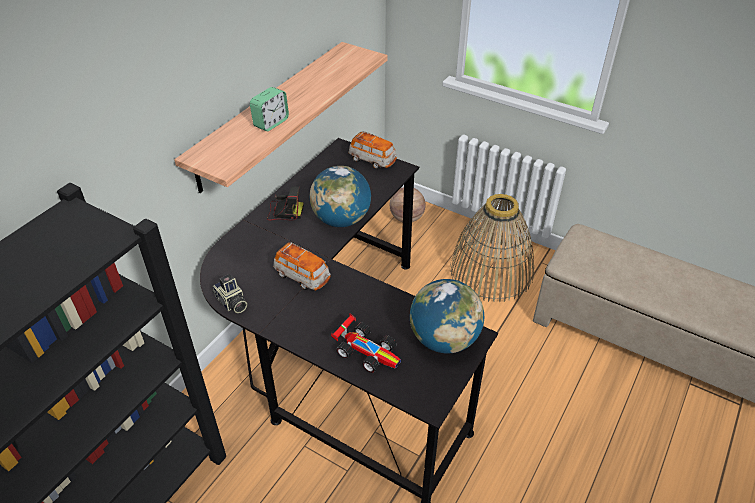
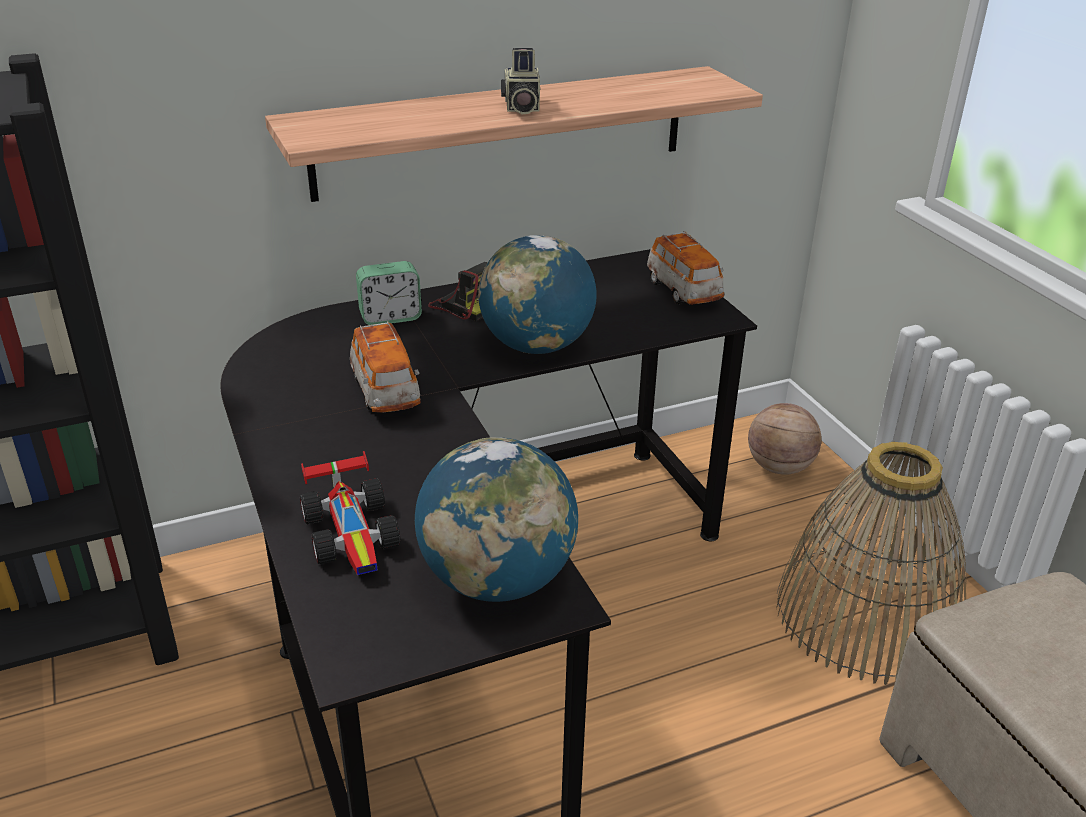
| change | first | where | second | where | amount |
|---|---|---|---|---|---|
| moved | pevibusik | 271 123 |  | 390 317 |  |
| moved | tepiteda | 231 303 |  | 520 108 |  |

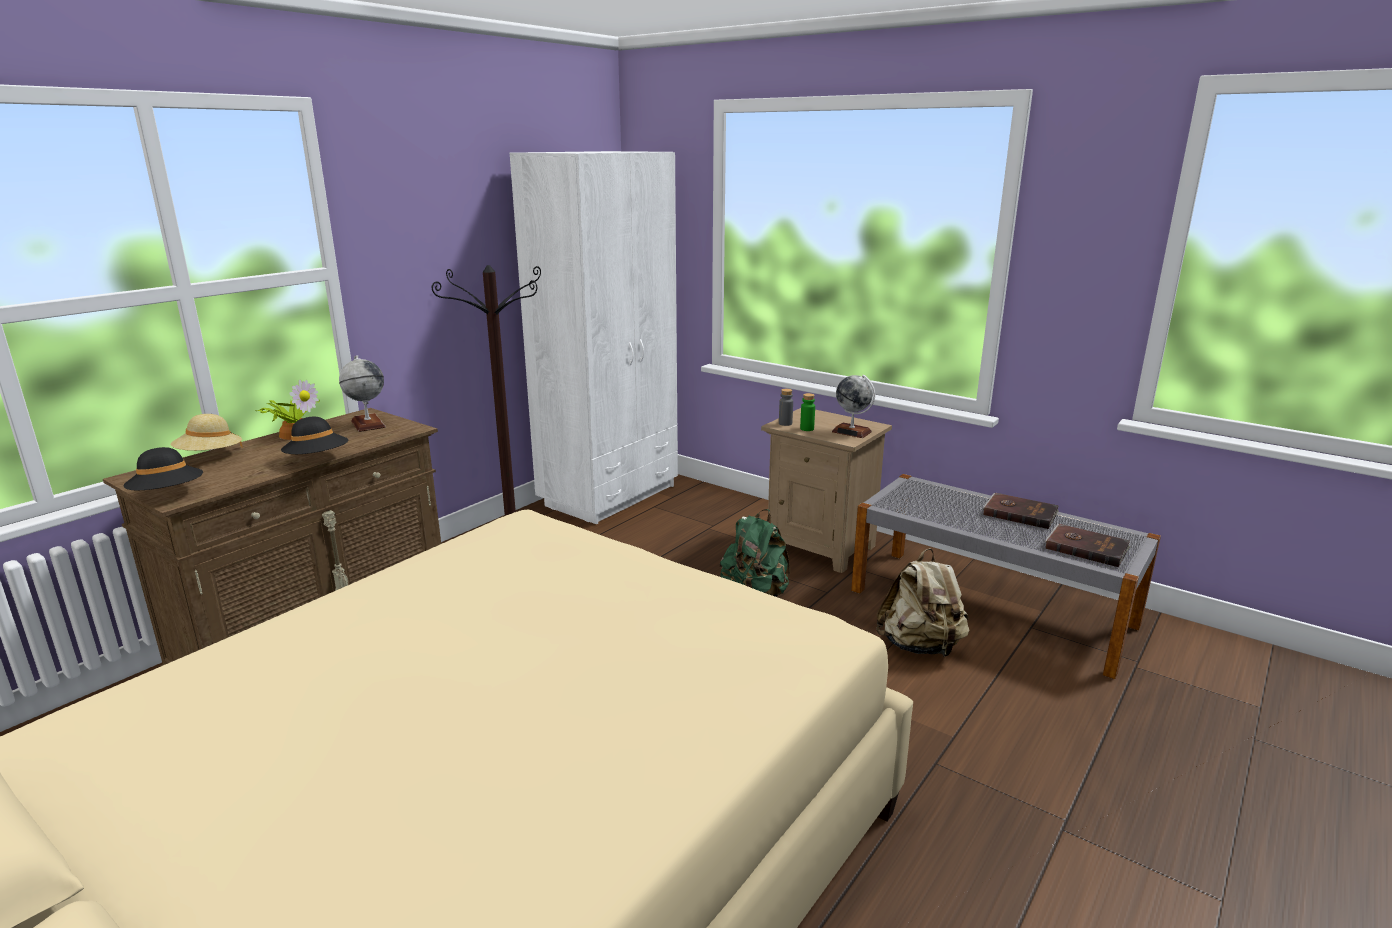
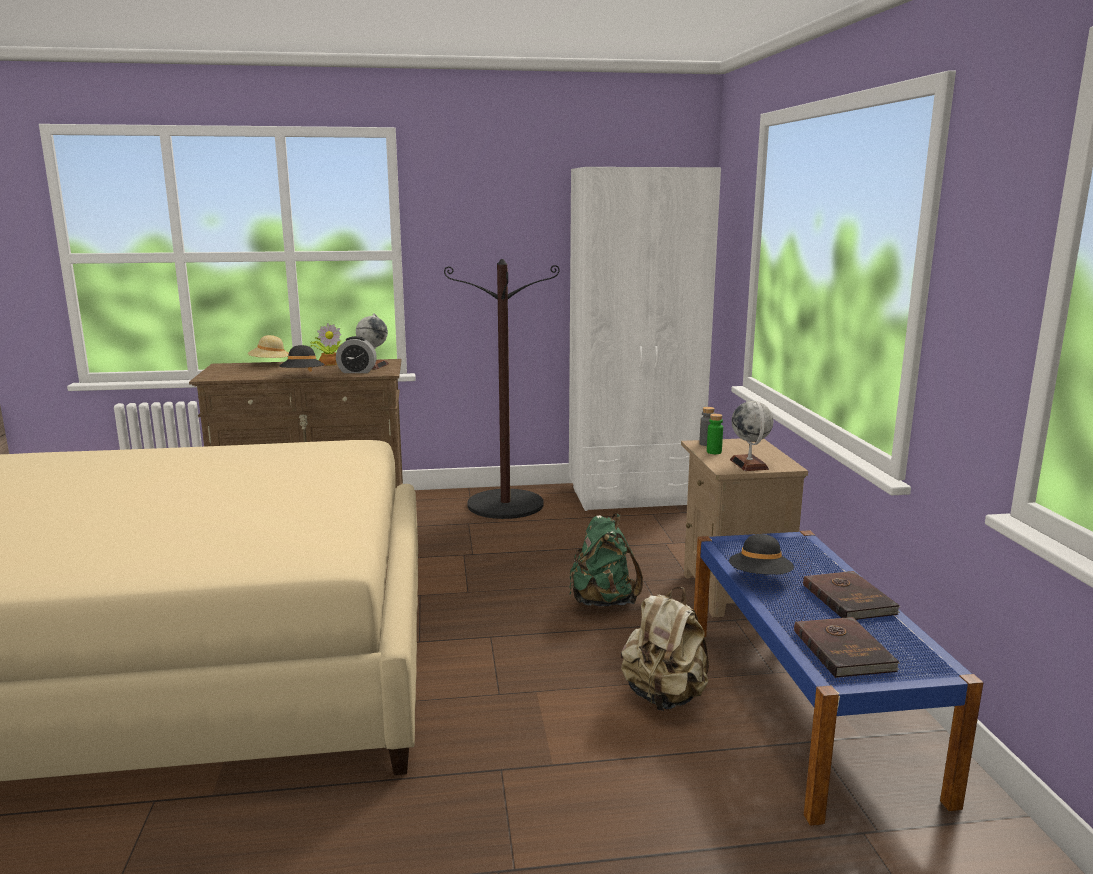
| change | first | where | second | where | amount |
|---|---|---|---|---|---|
| moved | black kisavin | 168 495 |  | 760 578 |  |
| recoloured | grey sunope | 991 607 | blue sunope | 806 706 |  |
| added |  |  | pevibusik | 357 371 |  |

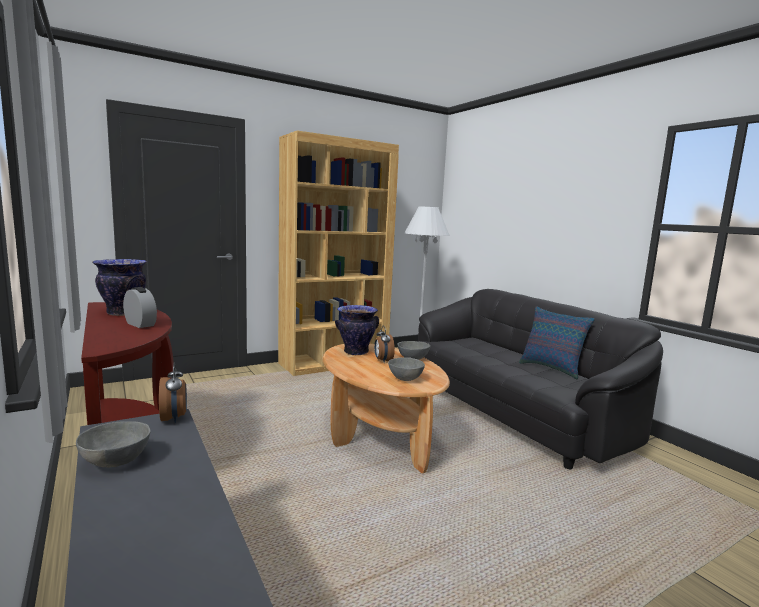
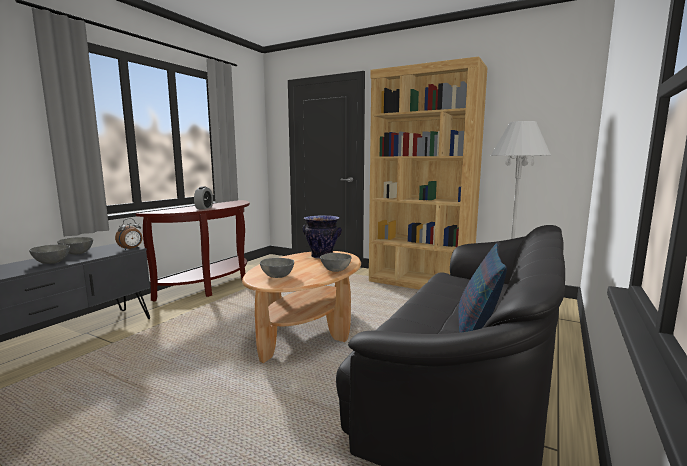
| change | first | where | second | where | amount |
|---|---|---|---|---|---|
| removed | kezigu | 122 313 |  |  |  |
| removed | pevibusik | 383 361 |  |  |  |
| added |  |  | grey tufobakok | 51 262 |  |

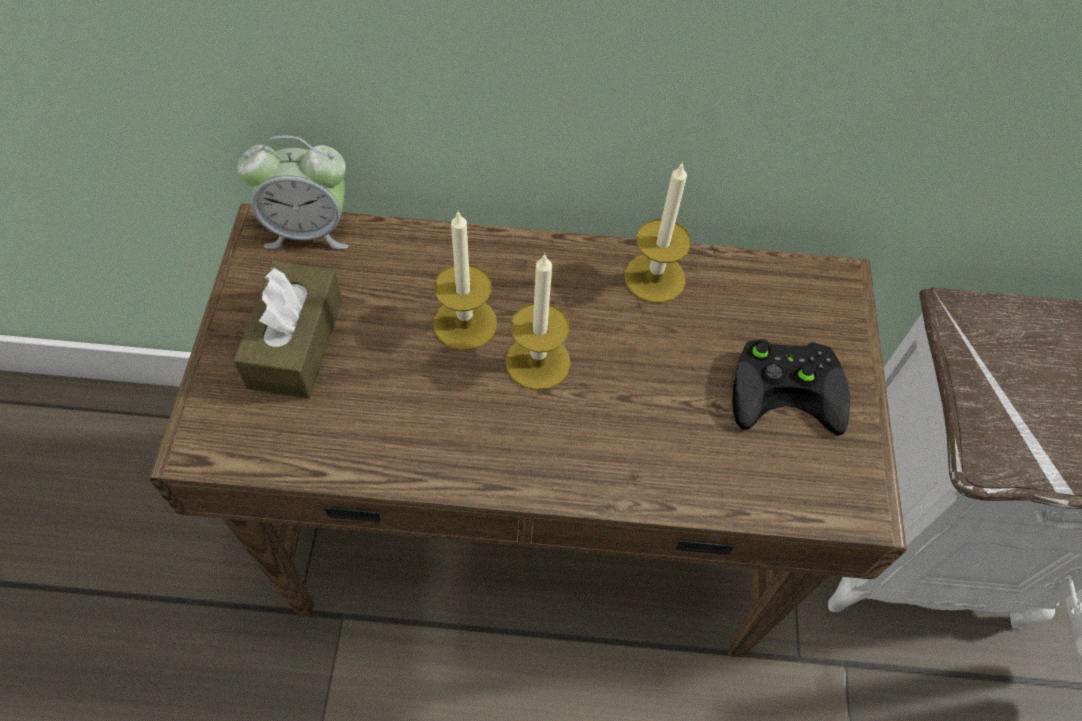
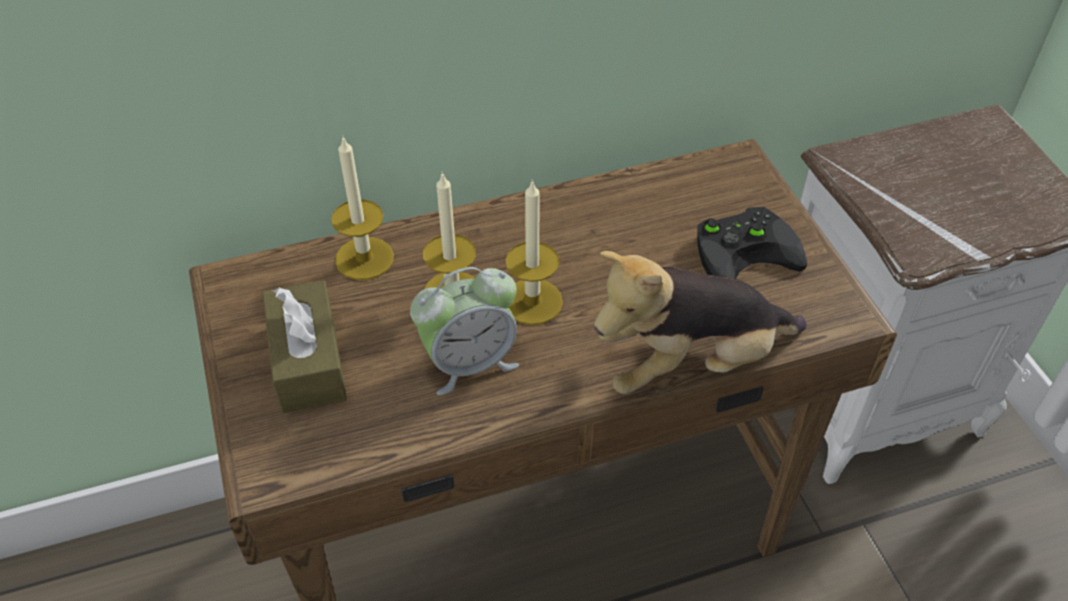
| change | first | where | second | where | amount |
|---|---|---|---|---|---|
| moved | pevibusik | 308 229 |  | 469 362 |  |
| moved | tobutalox | 654 278 |  | 364 258 |  |
| added |  |  | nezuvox | 690 363 |  |

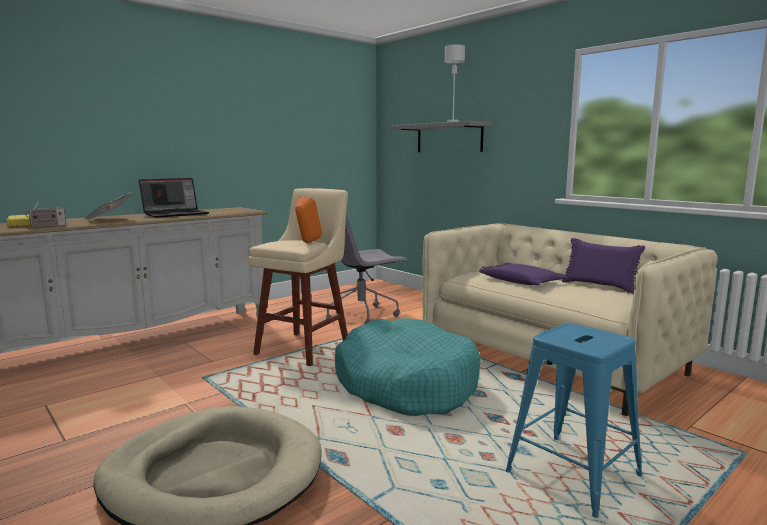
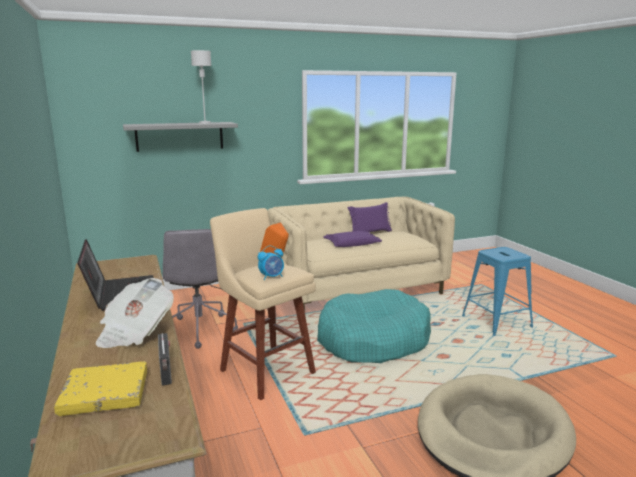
| change | first | where | second | where | amount |
|---|---|---|---|---|---|
| added |  |  | pevibusik | 272 277 |  |

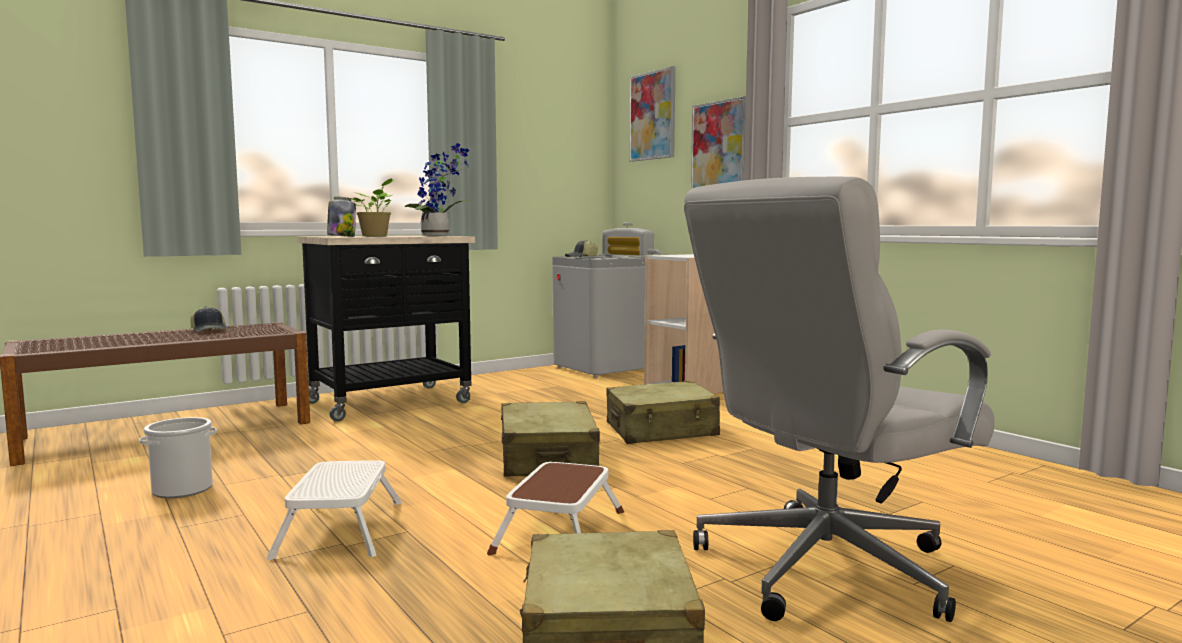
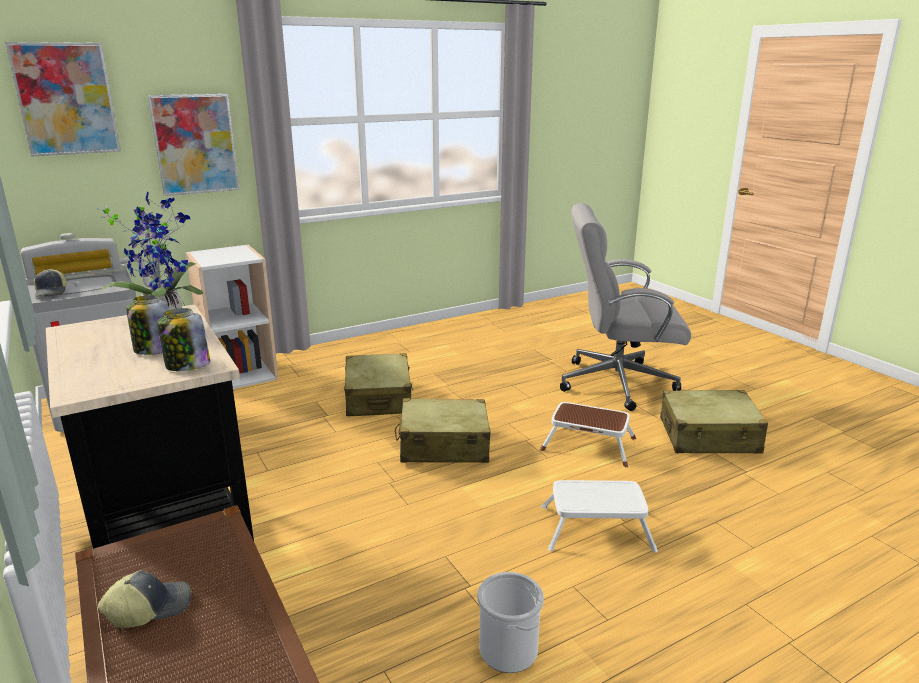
| change | first | where | second | where | amount |
|---|---|---|---|---|---|
| turned | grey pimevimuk | 826 566 |  | 617 382 | 120 degrees clockwise |
| replaced | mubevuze | 376 236 | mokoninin | 153 350 |  |

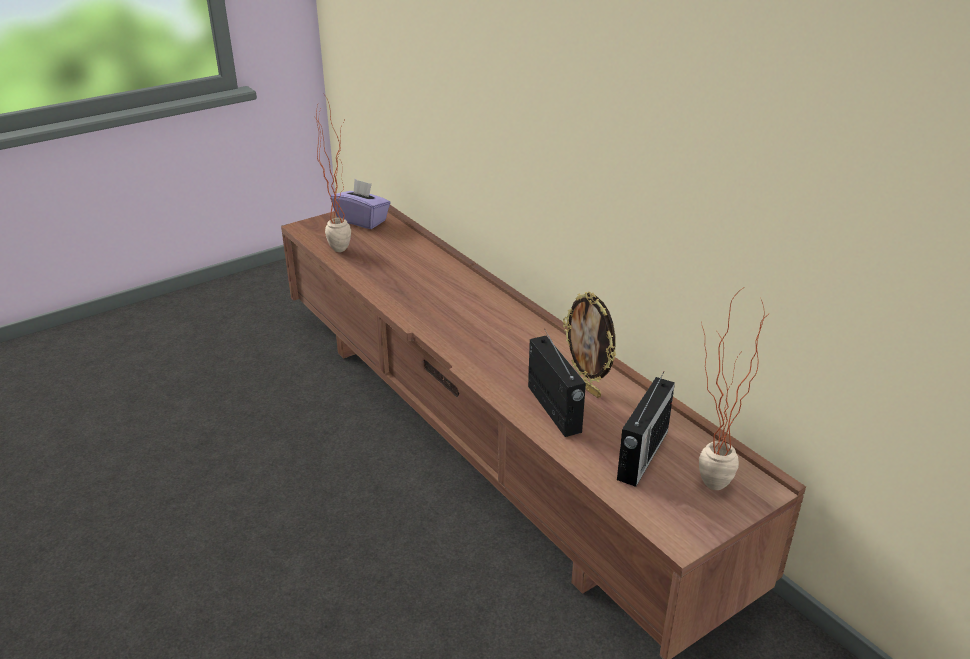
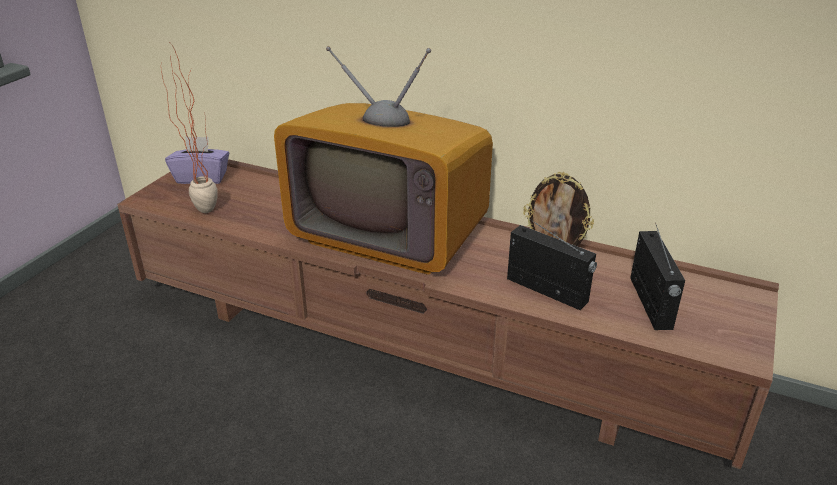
| change | first | where | second | where | amount |
|---|---|---|---|---|---|
| removed | mubevuze | 703 487 |  |  |  |
| added |  |  | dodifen | 389 235 |  |

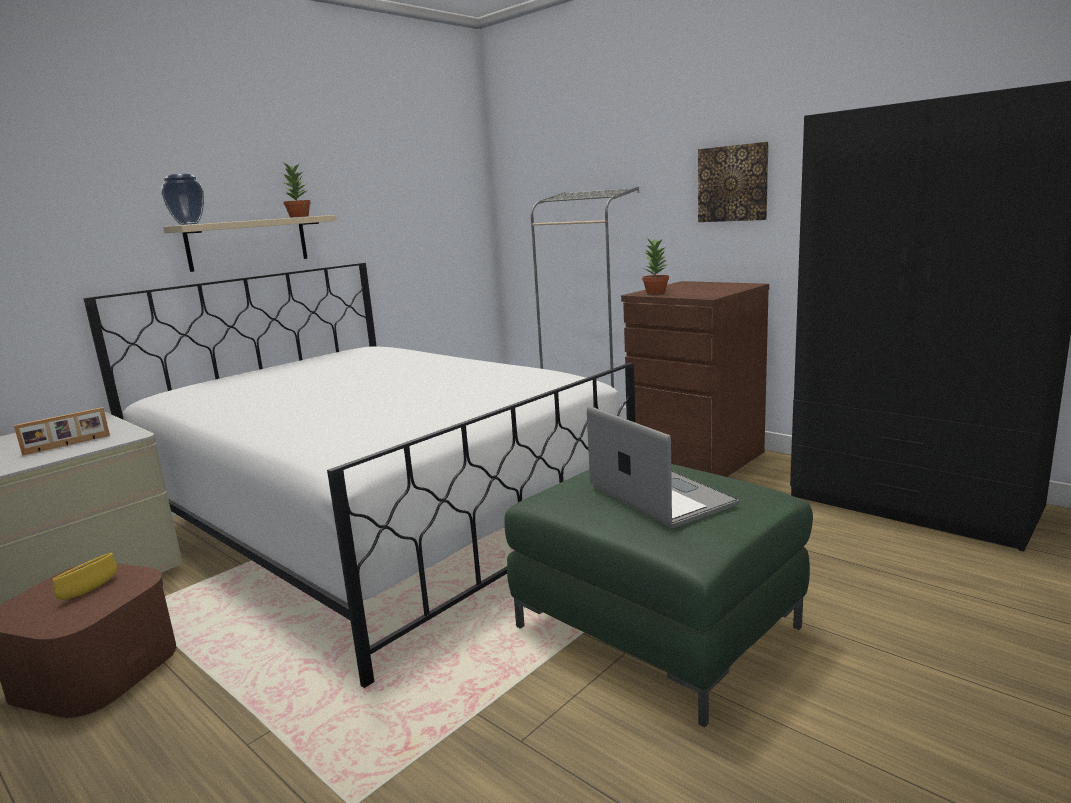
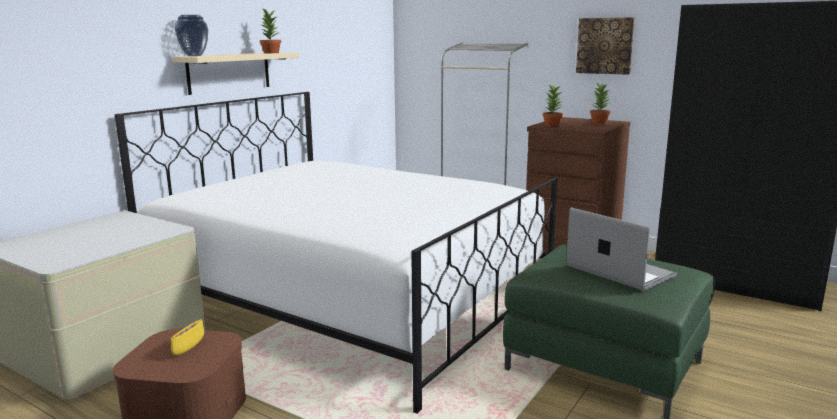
| change | first | where | second | where | amount |
|---|---|---|---|---|---|
| removed | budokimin | 67 445 |  |  |  |
| added |  |  | mubevuze | 599 122 |  |

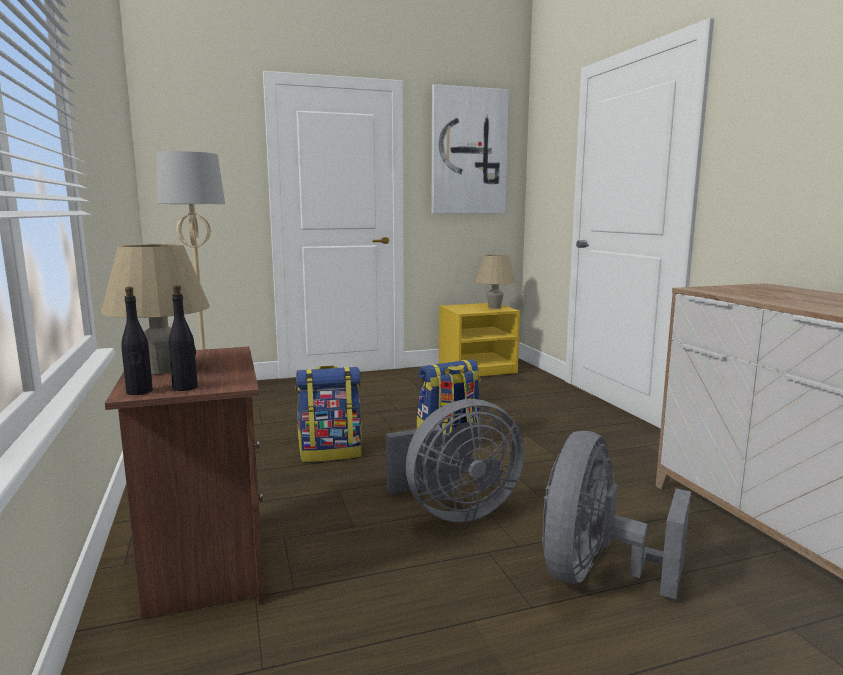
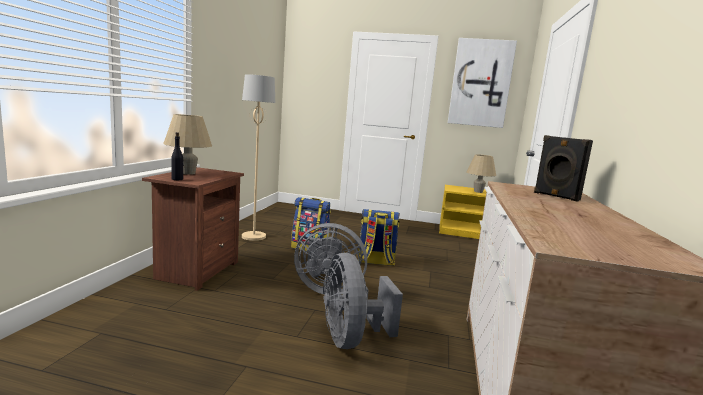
| change | first | where | second | where | amount |
|---|---|---|---|---|---|
| removed | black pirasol | 139 391 |  |  |  |
| turned | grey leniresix | 595 574 |  | 351 338 | 75 degrees counterclockwise |
| added |  |  | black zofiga | 556 196 |  |

